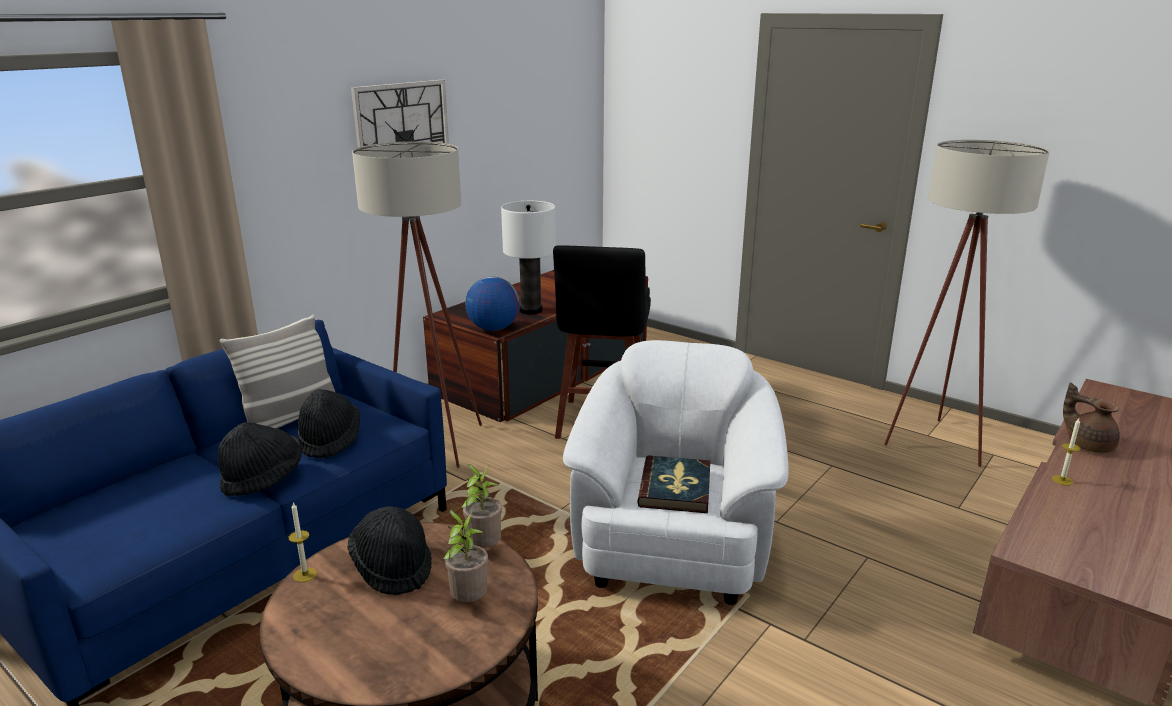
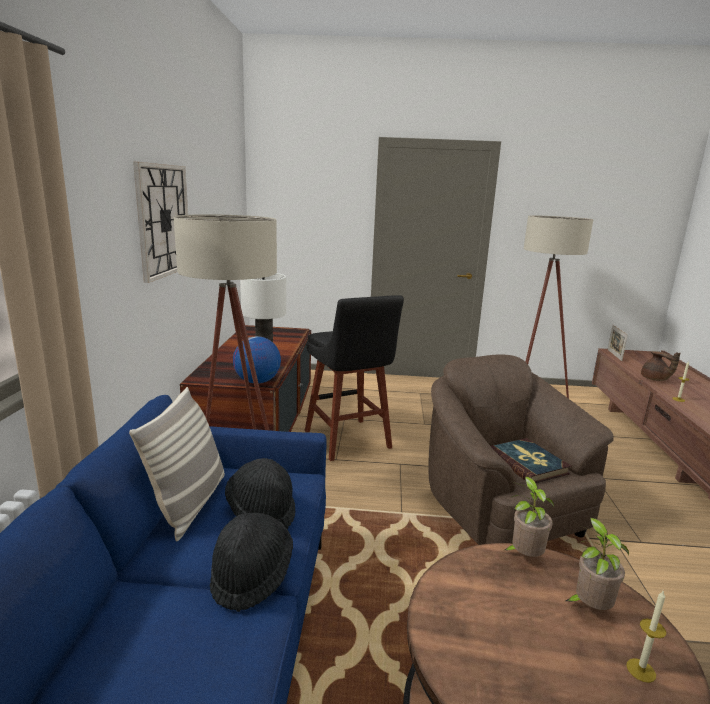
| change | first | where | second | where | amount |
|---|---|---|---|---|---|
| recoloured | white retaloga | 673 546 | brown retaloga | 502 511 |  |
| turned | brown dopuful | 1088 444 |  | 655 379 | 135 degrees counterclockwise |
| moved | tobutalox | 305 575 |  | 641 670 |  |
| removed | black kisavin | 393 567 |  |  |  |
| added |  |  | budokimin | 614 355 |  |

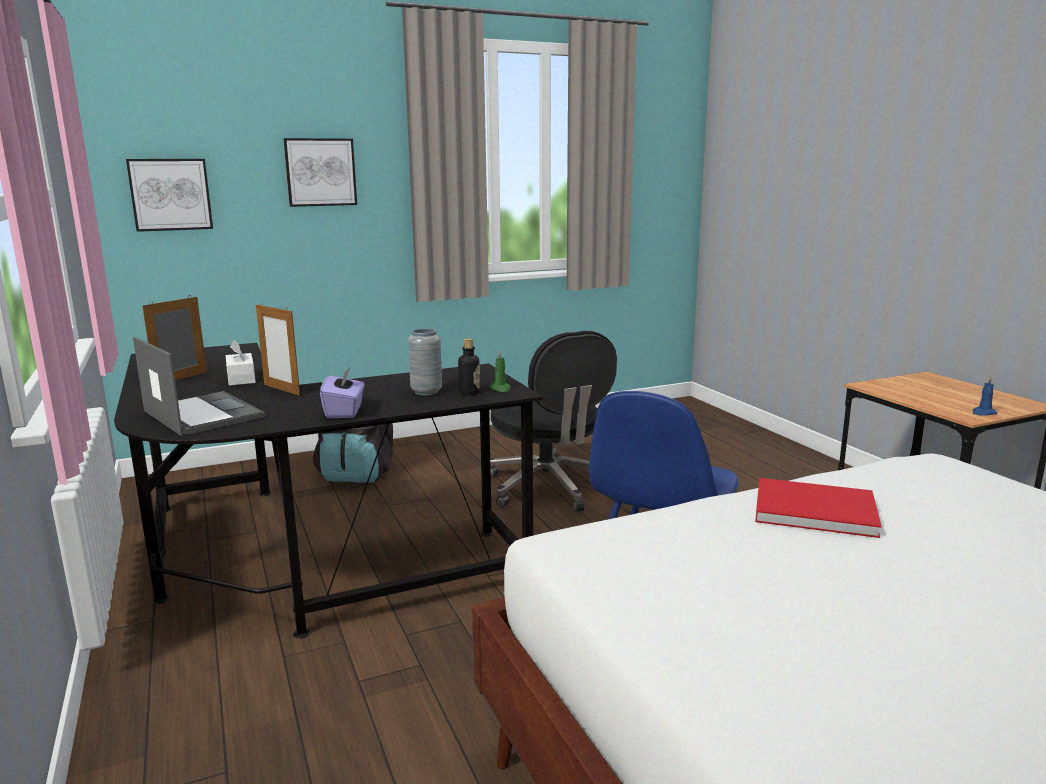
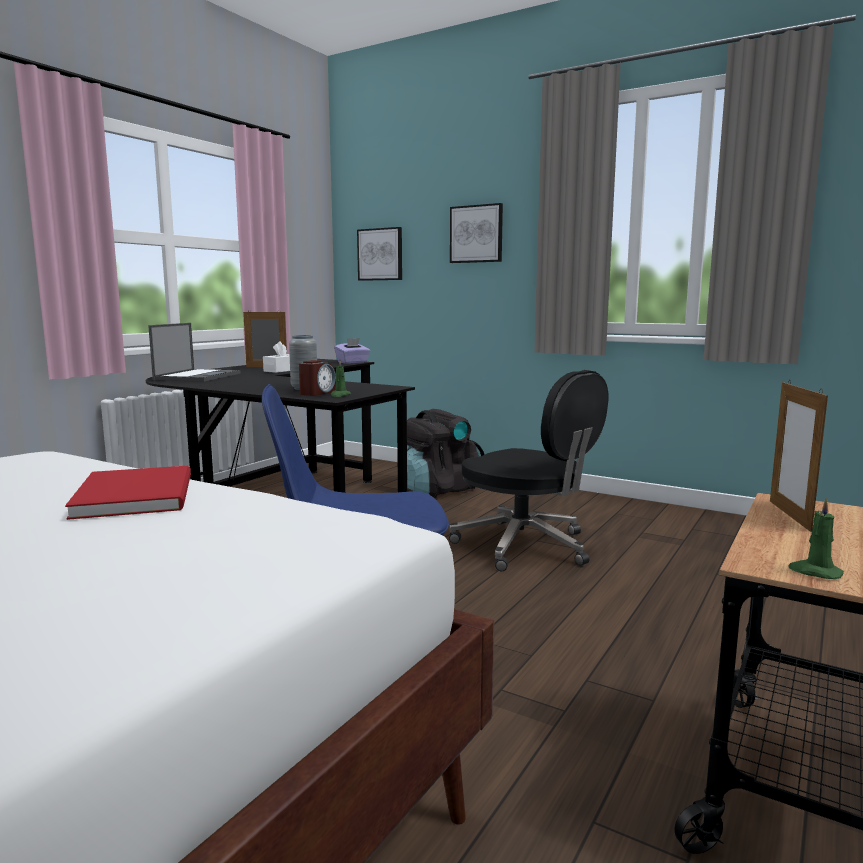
| change | first | where | second | where | amount |
|---|---|---|---|---|---|
| moved | budokimin | 281 389 |  | 789 515 |  |
| turned | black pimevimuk | 548 487 |  | 525 546 | 75 degrees counterclockwise |
| replaced | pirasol | 469 392 | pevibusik | 317 393 |  |
| moved | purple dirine | 345 411 |  | 352 362 |  |
| recoloured | blue tobutalox | 983 413 | green tobutalox | 814 572 |  |

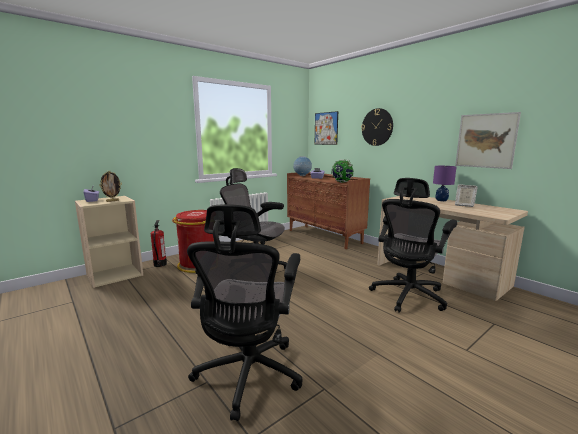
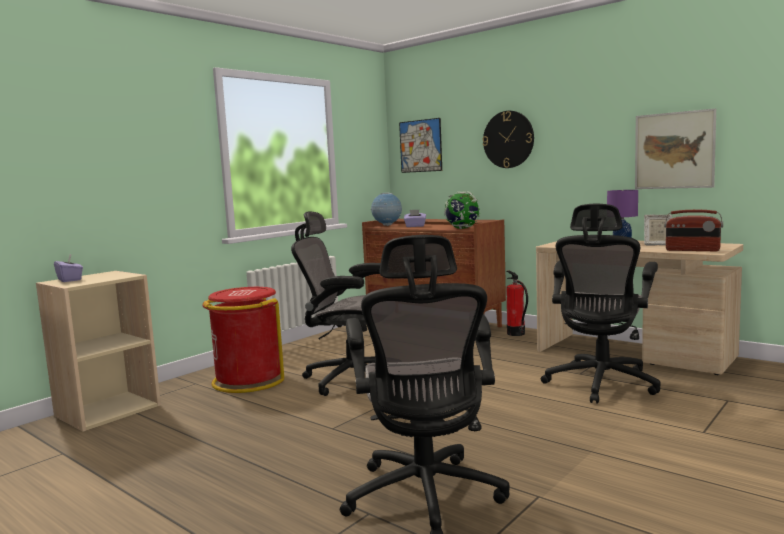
| change | first | where | second | where | amount |
|---|---|---|---|---|---|
| removed | budokimin | 112 201 |  |  |  |
| moved | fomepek | 160 264 |  | 515 333 |  |
| added |  |  | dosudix | 692 250 |  |

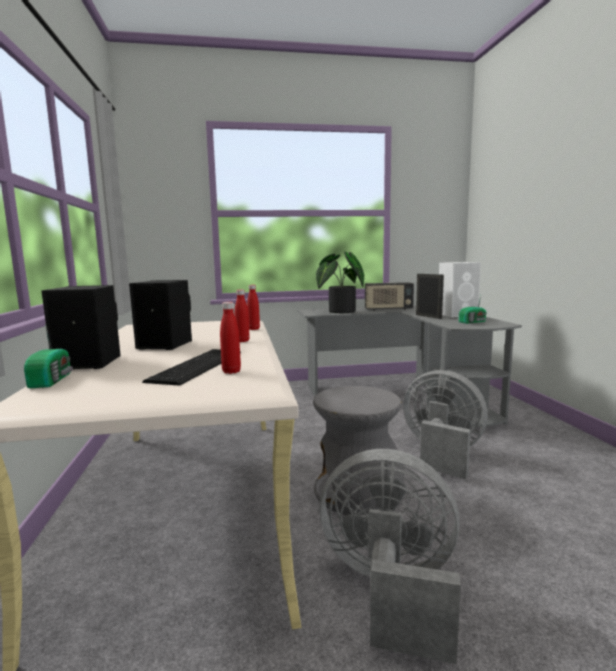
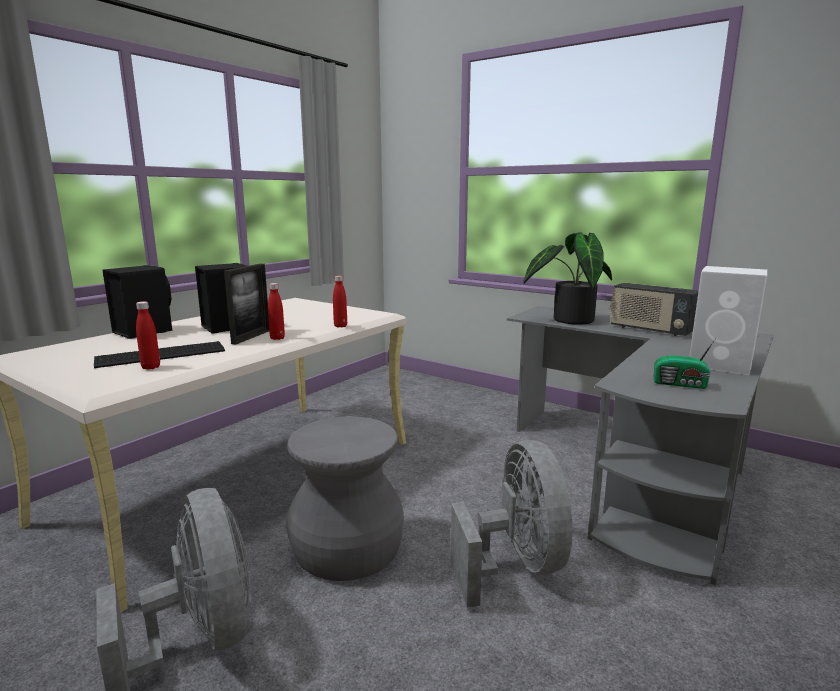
| change | first | where | second | where | amount |
|---|---|---|---|---|---|
| moved | budokimin | 428 316 |  | 251 337 |  |
| removed | dosudix | 53 380 |  |  |  |

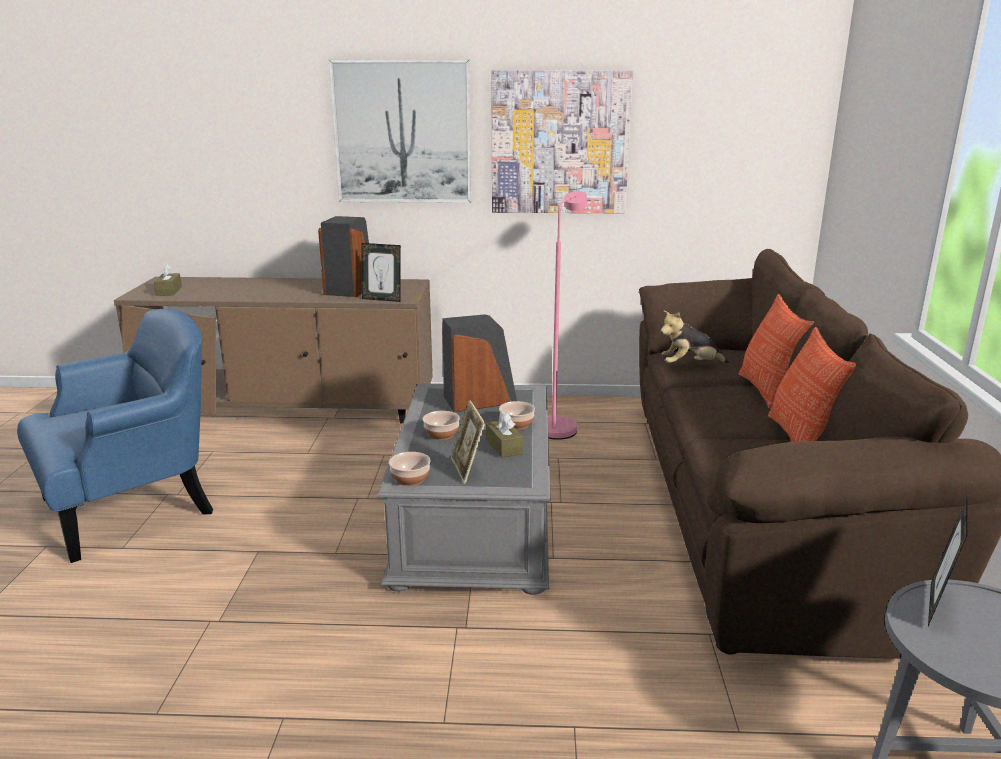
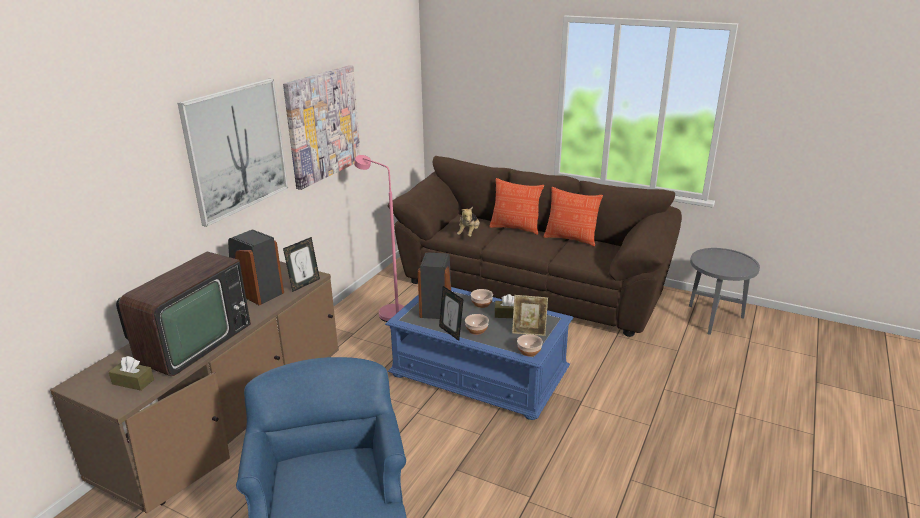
| change | first | where | second | where | amount |
|---|---|---|---|---|---|
| recoloured | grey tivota | 475 521 | blue tivota | 480 373 |  |
| moved | budokimin | 937 606 |  | 451 332 |  |
| added |  |  | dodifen | 190 343 |  |

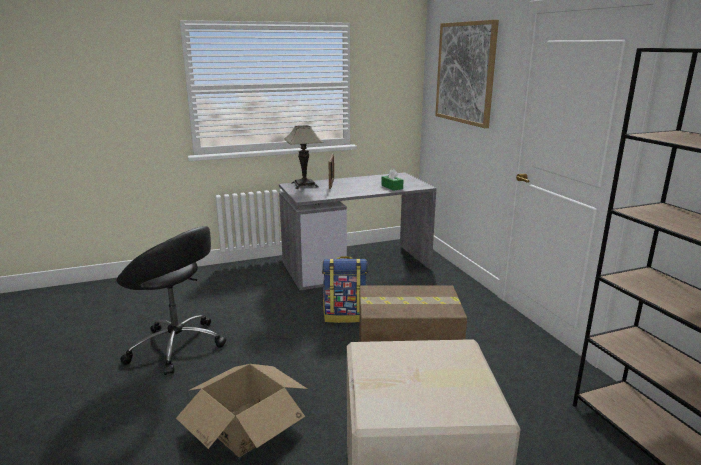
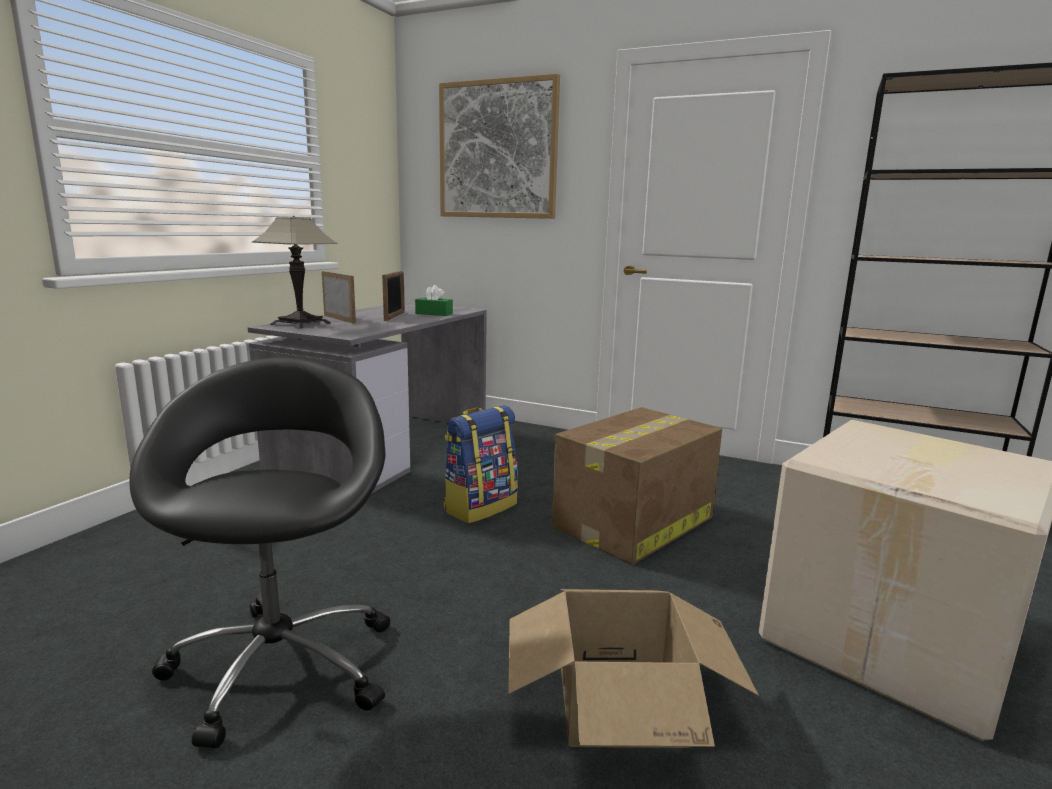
| change | first | where | second | where | amount |
|---|---|---|---|---|---|
| turned | black pimevimuk | 178 347 |  | 282 664 | 75 degrees counterclockwise |
| added |  |  | budokimin | 394 316 |  |

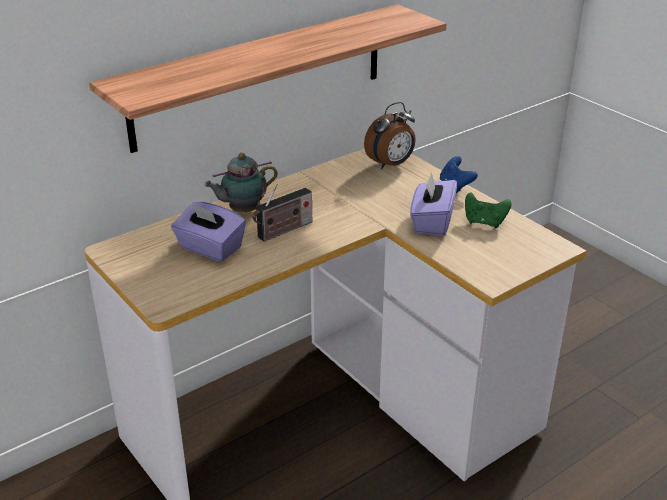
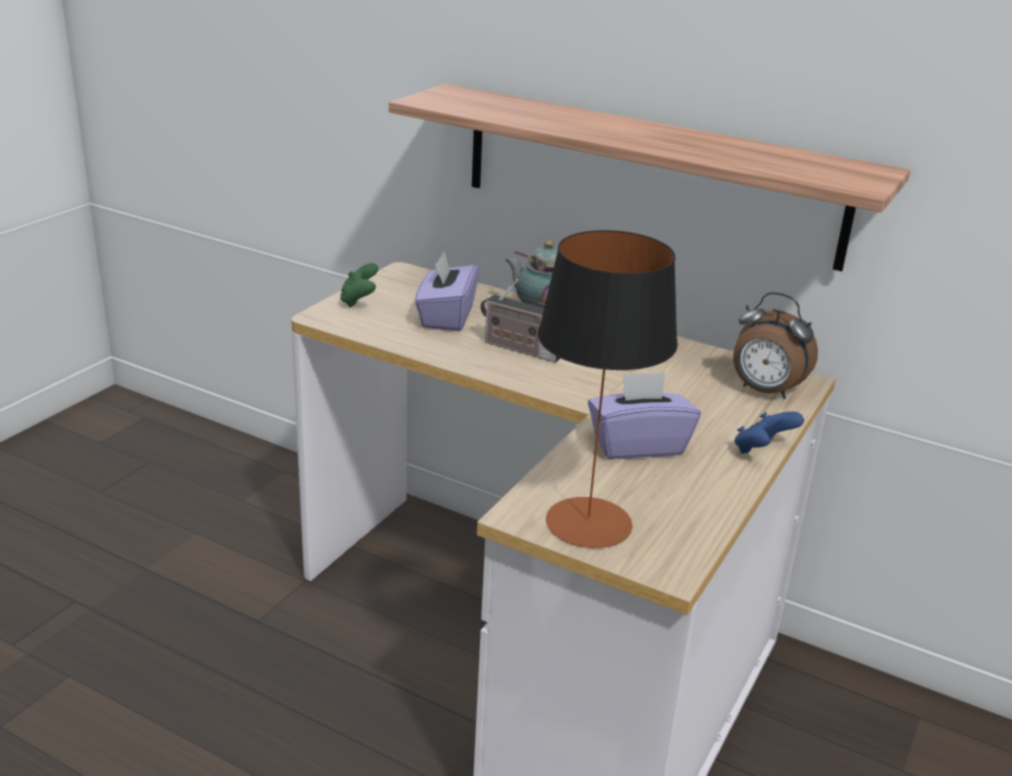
| change | first | where | second | where | amount |
|---|---|---|---|---|---|
| moved | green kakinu | 484 222 |  | 359 301 |  |
| added |  |  | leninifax | 588 522 |  |

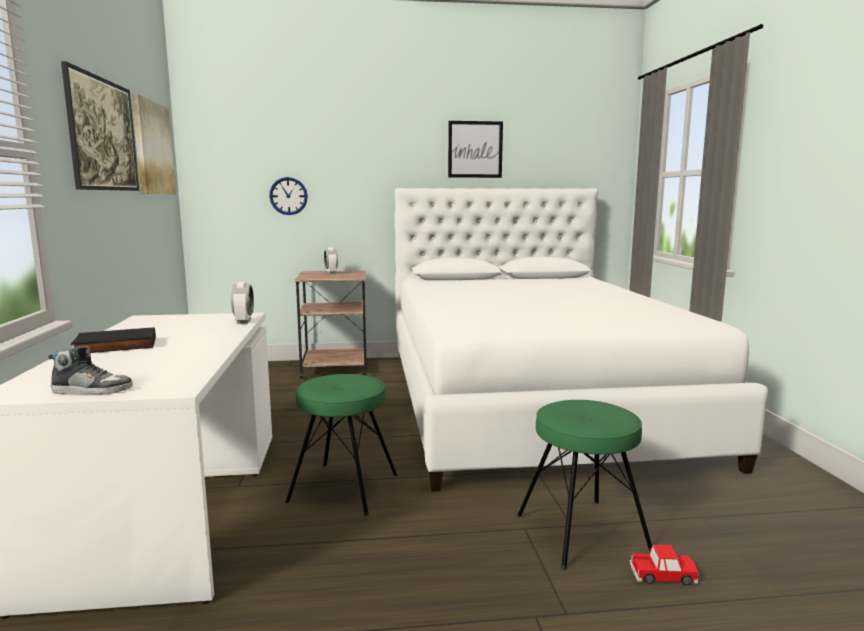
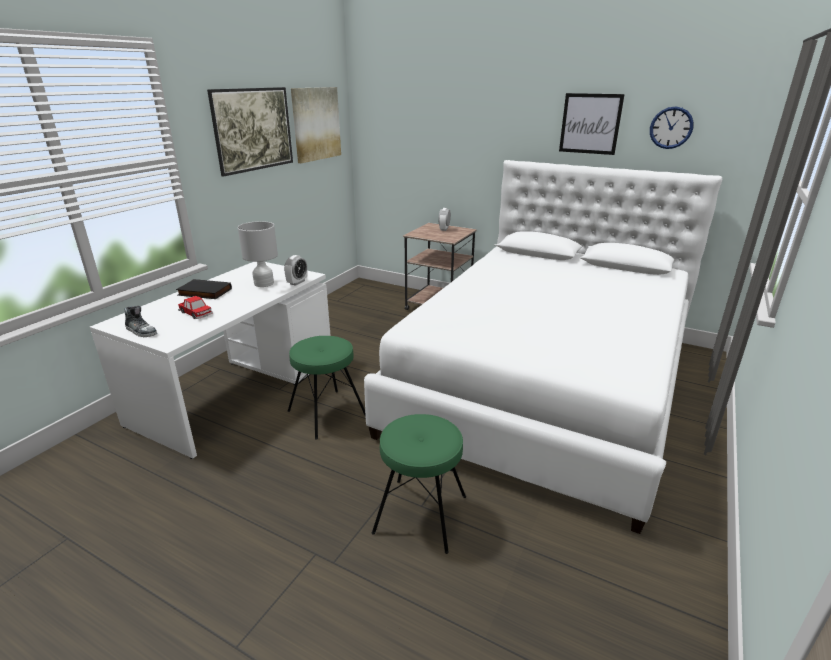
| change | first | where | second | where | amount |
|---|---|---|---|---|---|
| moved | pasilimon | 288 196 |  | 671 128 |  |
| moved | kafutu | 663 575 |  | 196 313 |  |
| added |  |  | grey leninifax | 264 283 |  |

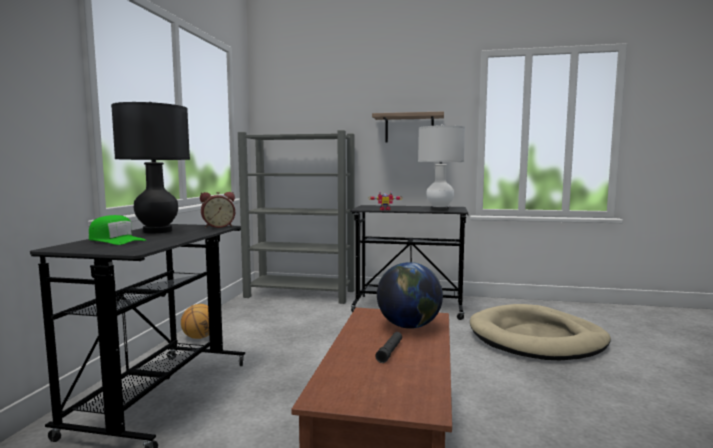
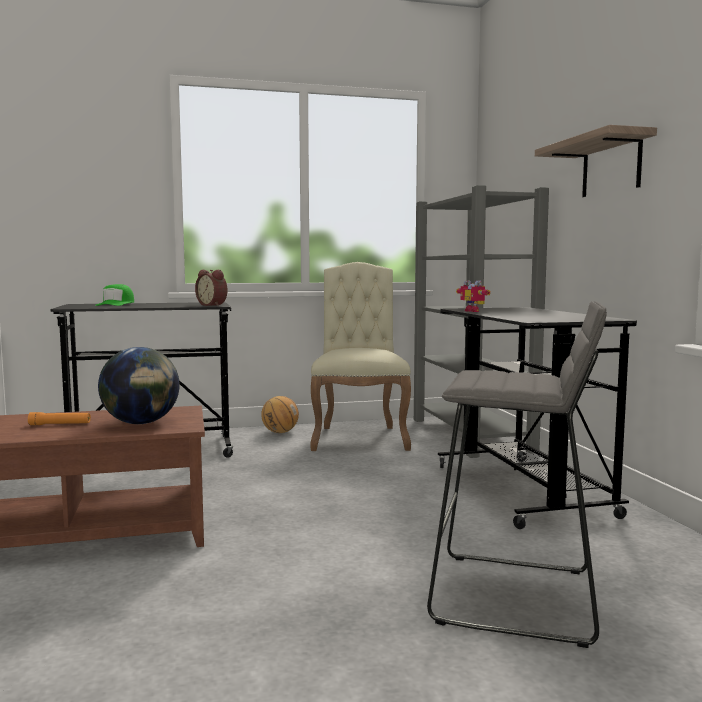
| change | first | where | second | where | amount |
|---|---|---|---|---|---|
| removed | black leninifax | 157 231 |  |  |  |
| removed | white leninifax | 439 210 |  |  |  |
| replaced | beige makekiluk | 536 338 | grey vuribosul | 514 597 |  |
| recoloured | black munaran | 390 351 | orange munaran | 60 424 |  |
| added |  |  | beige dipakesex | 359 437 |  |

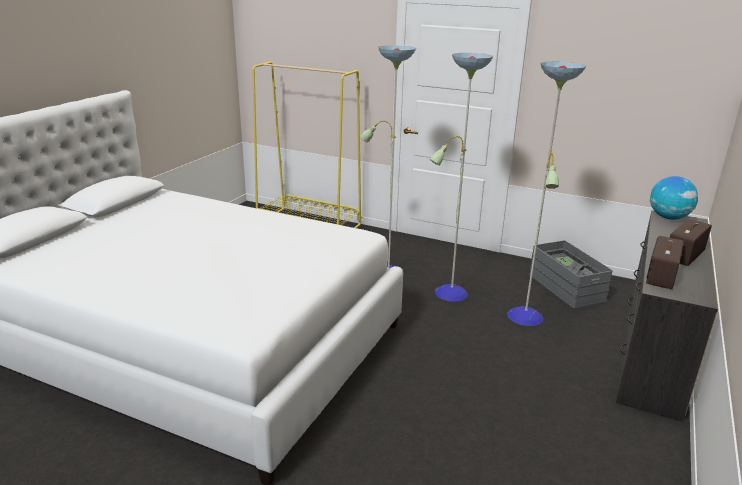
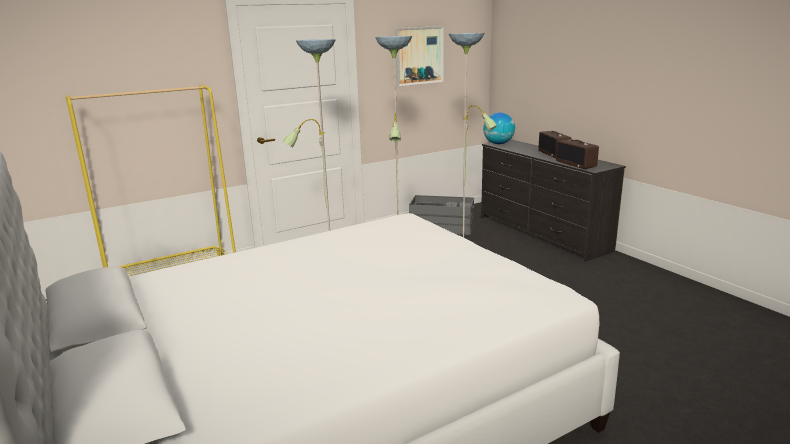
| change | first | where | second | where | amount |
|---|---|---|---|---|---|
| added |  |  | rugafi | 419 55 |  |

